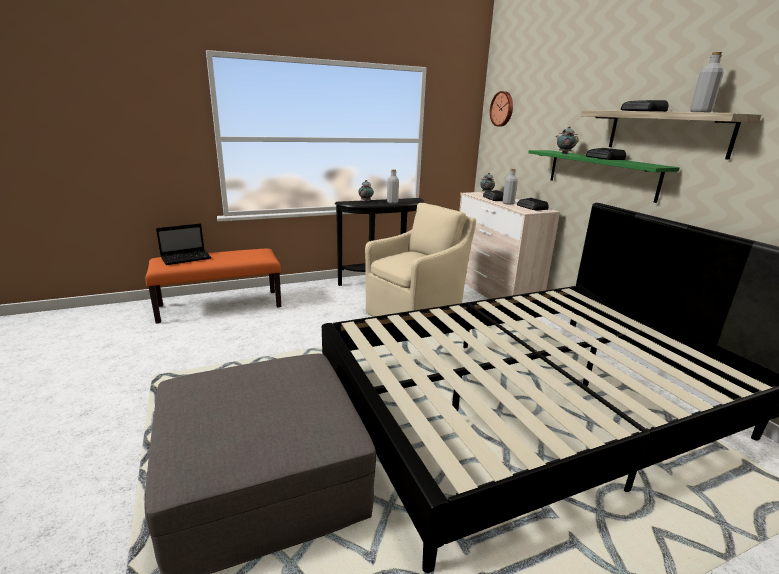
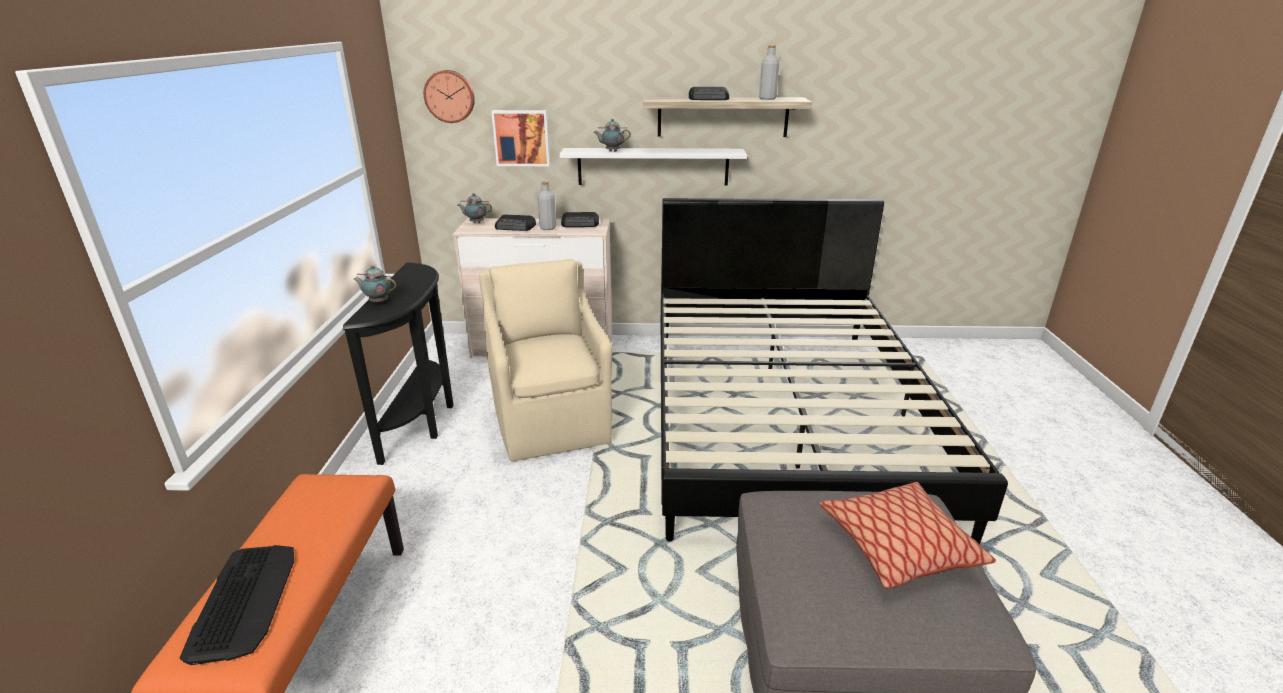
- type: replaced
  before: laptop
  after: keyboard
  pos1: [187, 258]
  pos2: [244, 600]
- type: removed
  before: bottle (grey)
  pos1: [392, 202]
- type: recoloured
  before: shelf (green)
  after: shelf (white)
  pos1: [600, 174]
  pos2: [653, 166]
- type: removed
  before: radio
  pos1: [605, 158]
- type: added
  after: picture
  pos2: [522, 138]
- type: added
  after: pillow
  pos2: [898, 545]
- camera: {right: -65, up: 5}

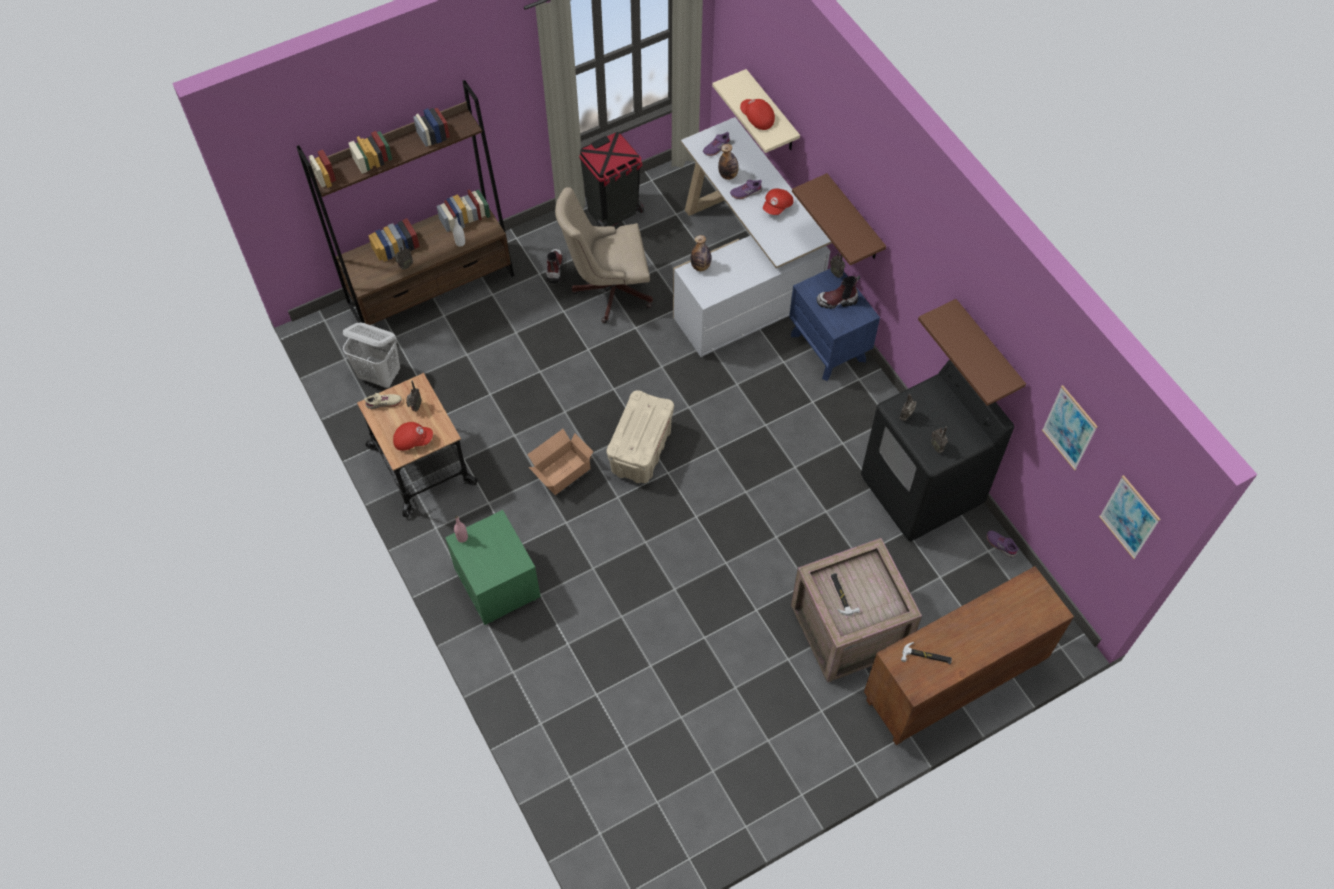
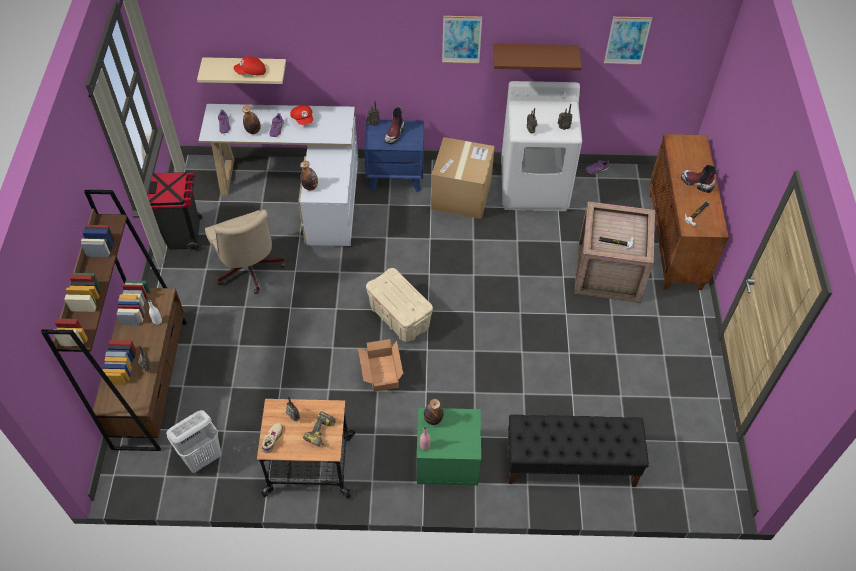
- type: replaced
  before: cap (red)
  after: power drill
  pos1: [413, 440]
  pos2: [323, 434]
- type: moved
  before: boot
  pos1: [554, 268]
  pos2: [696, 183]
- type: turned
  before: office chair (beige)
  pos1: [608, 290]
  pos2: [249, 271]
  turn: -45
- type: removed
  before: shelf (brown)
  pos1: [854, 219]
- type: recoloured
  before: washing machine (black)
  after: washing machine (white)
  pos1: [921, 491]
  pos2: [534, 186]
- type: moved
  before: picture
  pos1: [1129, 517]
  pos2: [461, 39]
- type: added
  after: bottle
  pos2: [433, 419]
- type: added
  after: cardboard box
  pos2: [461, 195]
- type: added
  after: bench (black)
  pos2: [570, 464]
- camera: {right: -60, up: -5}

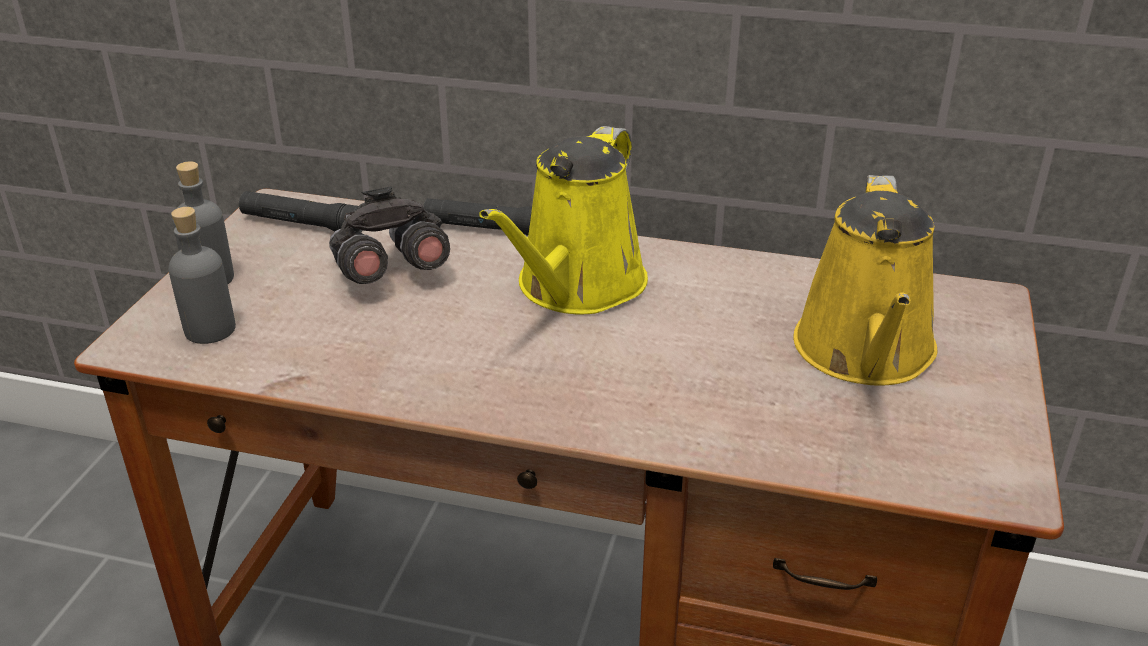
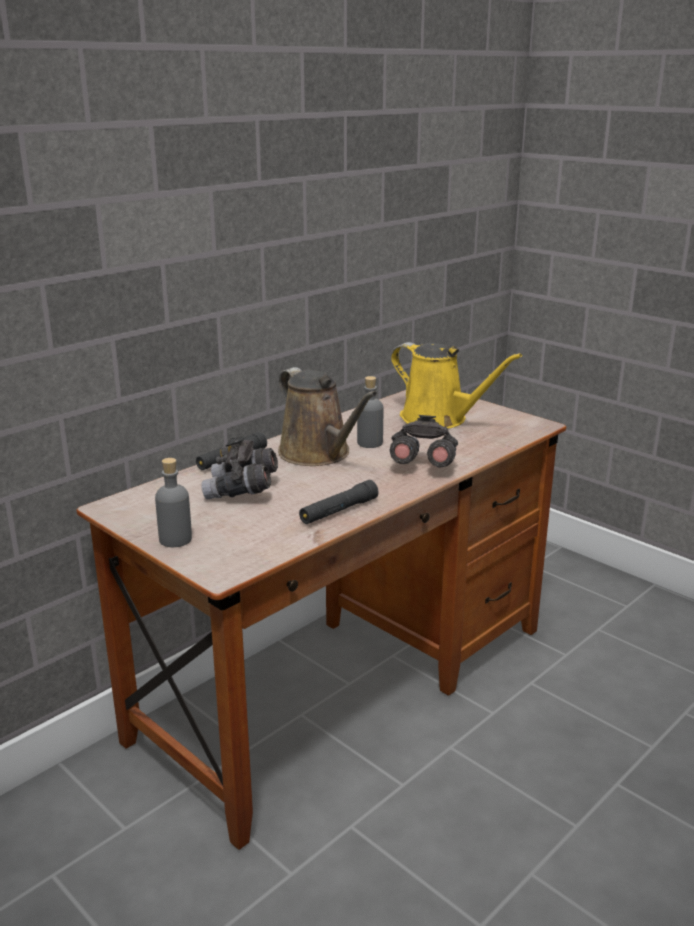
- type: moved
  before: bottle (grey)
  pos1: [210, 330]
  pos2: [369, 443]
- type: moved
  before: flashlight (black)
  pos1: [302, 224]
  pos2: [338, 511]
- type: recoloured
  before: watering can (yellow)
  after: watering can (brown)
  pos1: [576, 287]
  pos2: [318, 454]
- type: added
  after: binoculars (grey)
  pos2: [423, 465]
- camera: {right: -60, up: -10}

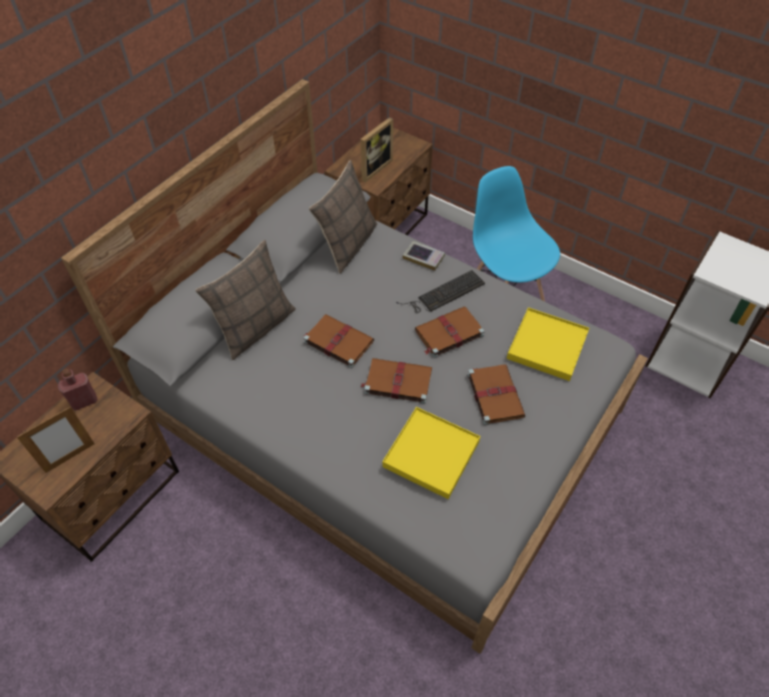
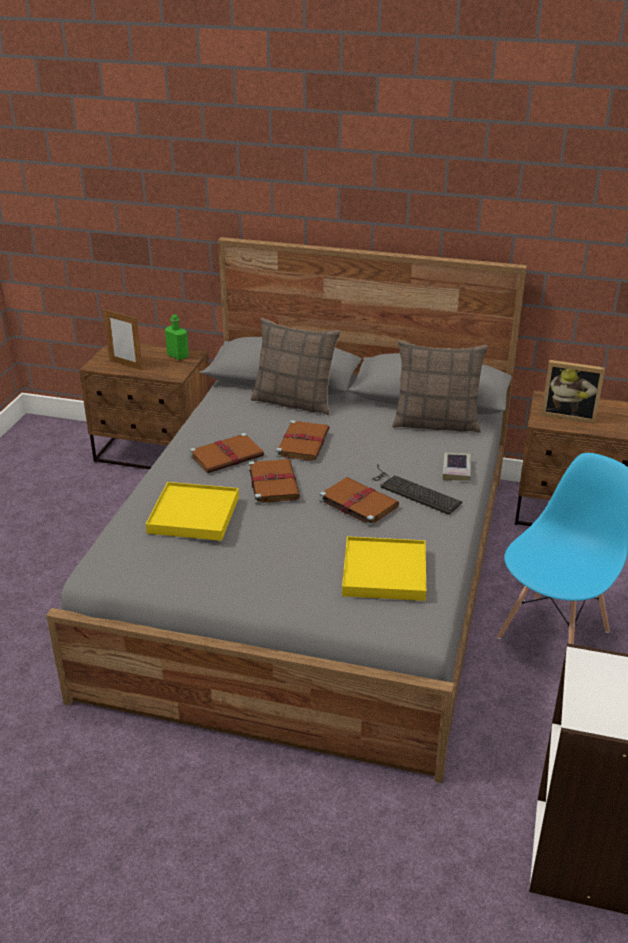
- type: recoloured
  before: bottle (red)
  after: bottle (green)
  pos1: [84, 401]
  pos2: [178, 356]
- type: moved
  before: book (brown)
  pos1: [494, 394]
  pos2: [228, 455]
- camera: {right: 70, up: -20}

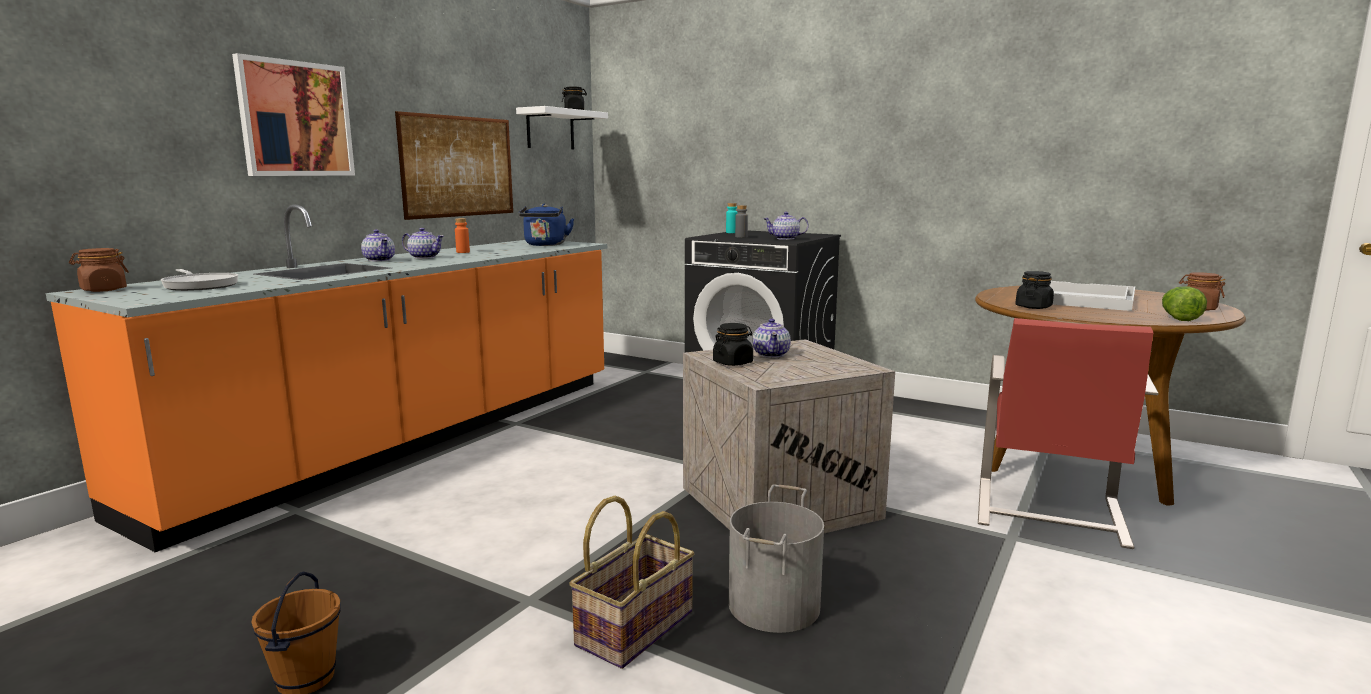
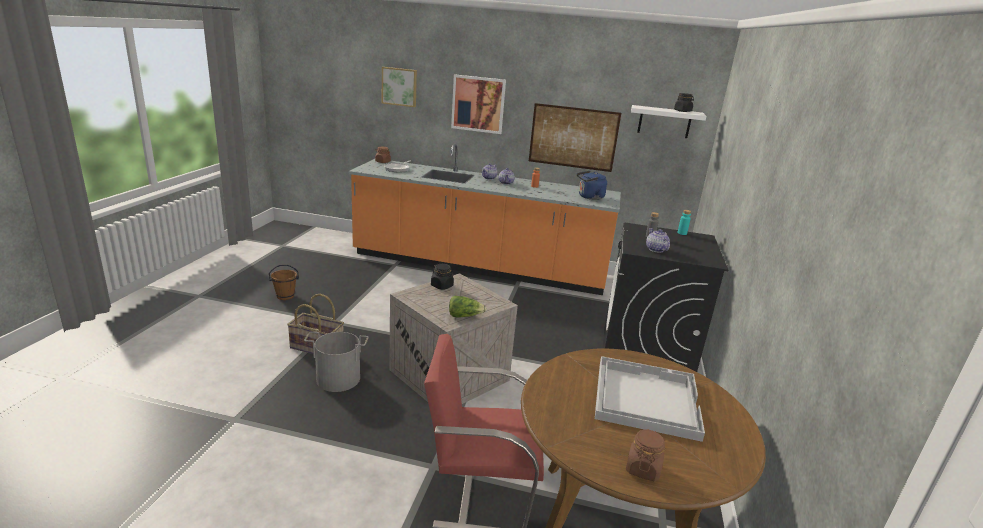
- type: removed
  before: teapot
  pos1: [771, 354]
- type: removed
  before: jar (black)
  pos1: [1033, 307]
- type: moved
  before: lettuce
  pos1: [1178, 318]
  pos2: [464, 316]
- type: added
  after: picture
  pos2: [399, 86]
- camera: {right: 70, up: 10}

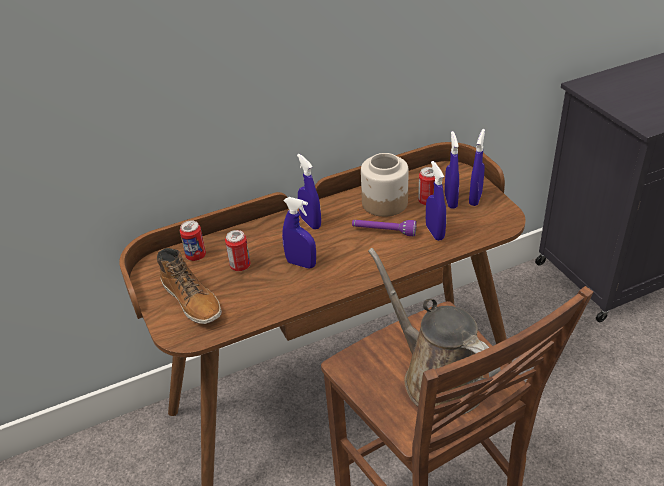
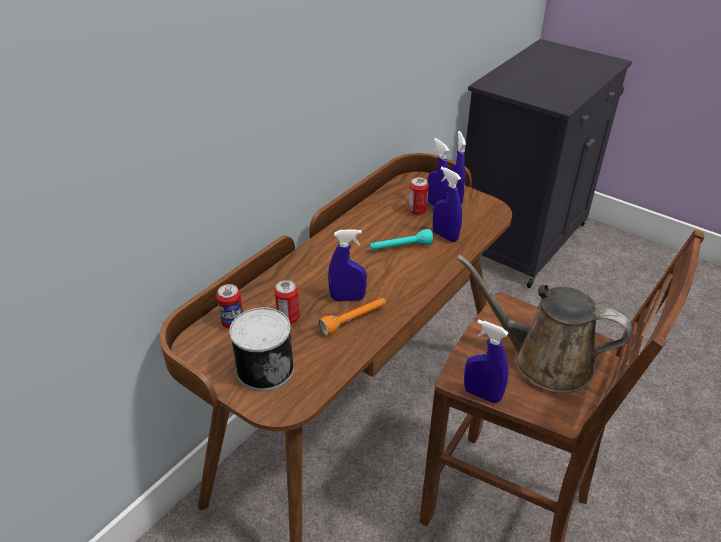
- type: replaced
  before: boot
  after: can
  pos1: [192, 300]
  pos2: [265, 368]
- type: moved
  before: spray bottle (blue)
  pos1: [310, 222]
  pos2: [482, 394]
- type: recoloured
  before: flashlight (purple)
  after: flashlight (turquoise)
  pos1: [383, 232]
  pos2: [400, 247]
- type: removed
  before: jar
  pos1: [385, 203]
- type: added
  after: flashlight (orange)
  pos2: [354, 320]
- camera: {right: -30, up: 0}

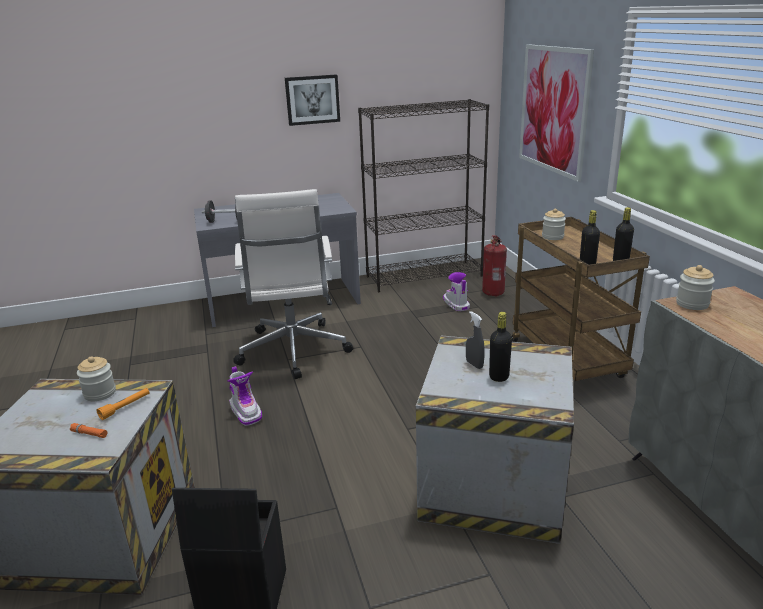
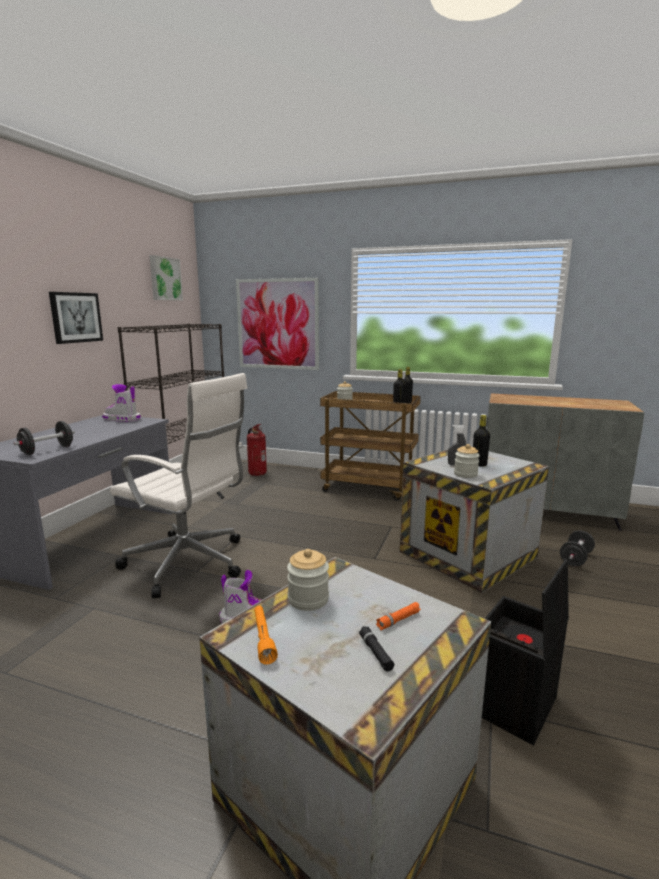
- type: moved
  before: flashlight (orange)
  pos1: [125, 407]
  pos2: [263, 639]
- type: moved
  before: boot
  pos1: [456, 304]
  pos2: [122, 419]
- type: moved
  before: jar
  pos1: [692, 304]
  pos2: [465, 474]
- type: added
  after: picture
  pos2: [164, 279]
- type: added
  after: flashlight (black)
  pos2: [375, 652]
- type: added
  after: dumbbell (black)
  pos2: [575, 558]
- camera: {right: -55, up: -10}

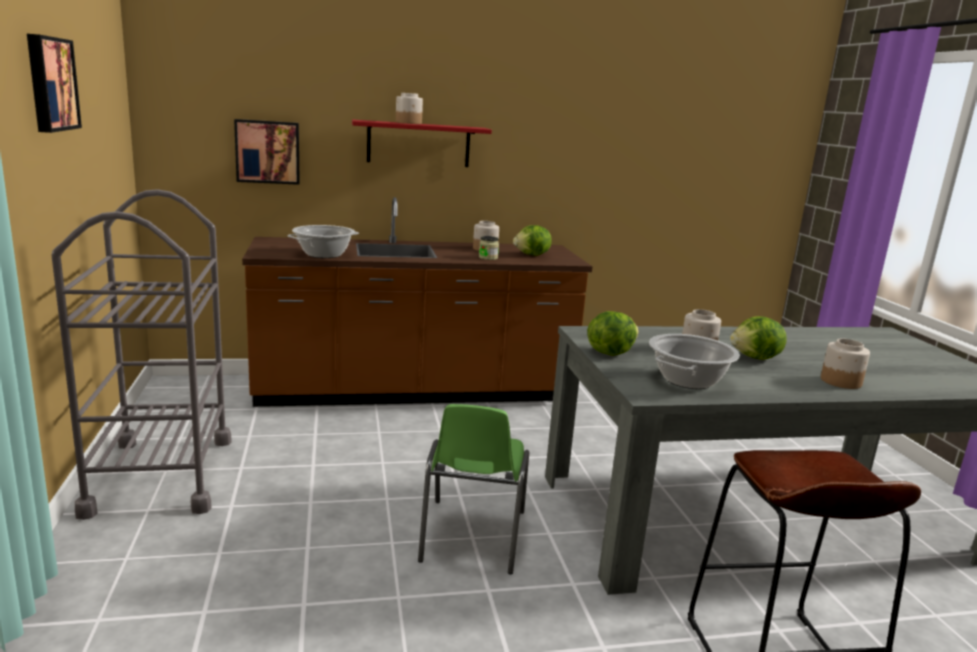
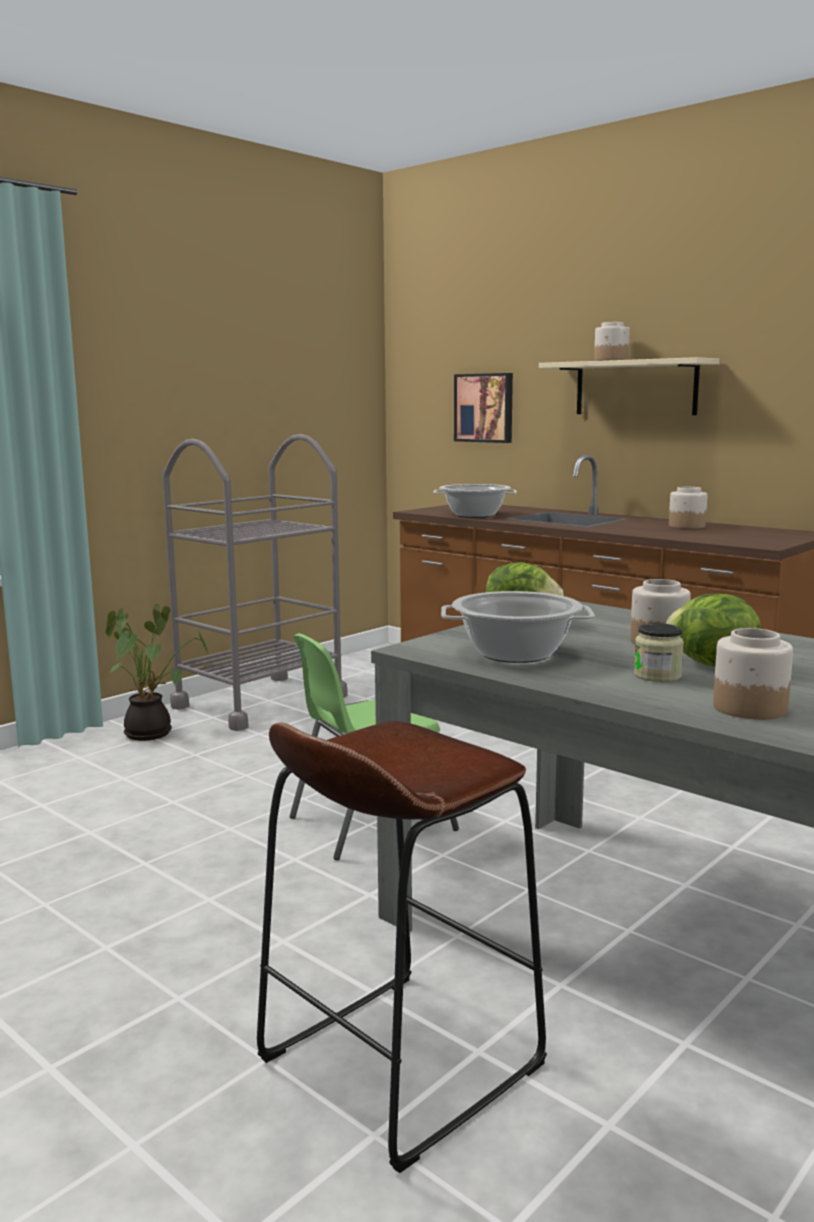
- type: removed
  before: picture
  pos1: [50, 84]
- type: recoloured
  before: shelf (red)
  after: shelf (beige)
  pos1: [418, 144]
  pos2: [635, 388]
- type: moved
  before: jar
  pos1: [488, 258]
  pos2: [657, 676]
- type: removed
  before: lettuce
  pos1: [532, 255]
- type: added
  after: potted plant
  pos2: [152, 733]
- camera: {right: 55, up: -5}

